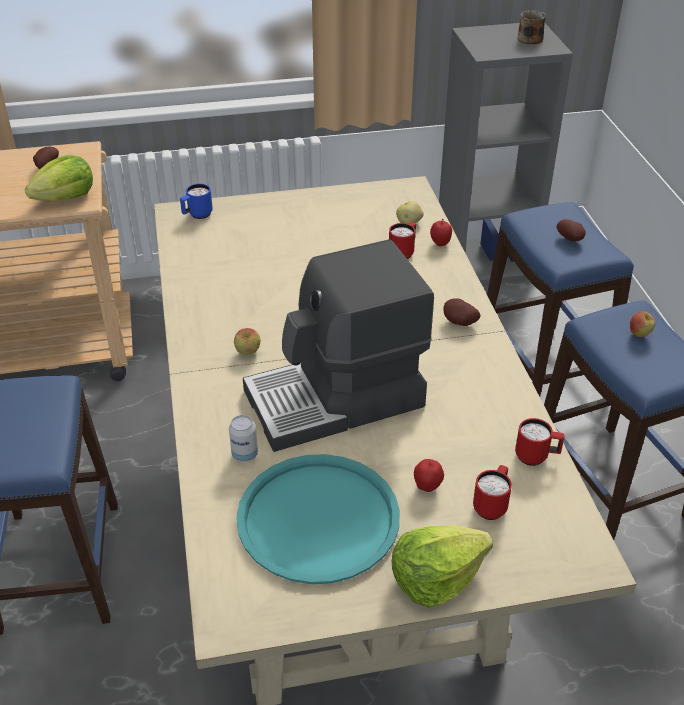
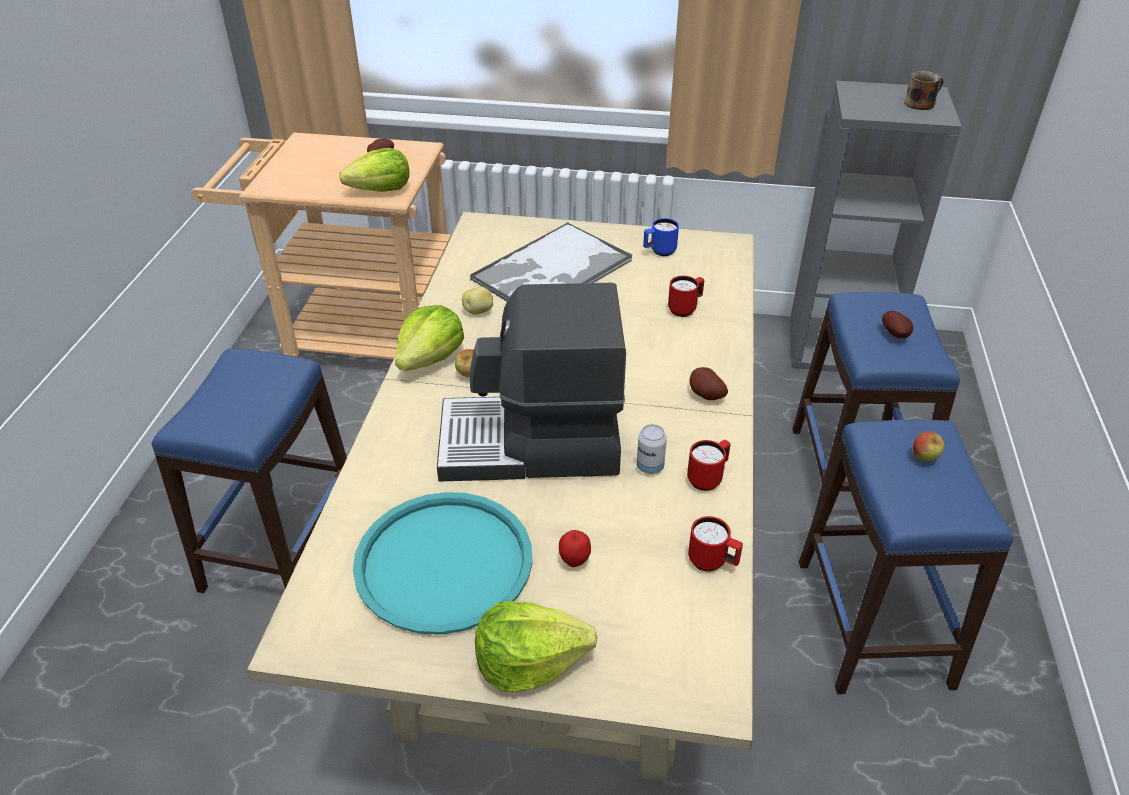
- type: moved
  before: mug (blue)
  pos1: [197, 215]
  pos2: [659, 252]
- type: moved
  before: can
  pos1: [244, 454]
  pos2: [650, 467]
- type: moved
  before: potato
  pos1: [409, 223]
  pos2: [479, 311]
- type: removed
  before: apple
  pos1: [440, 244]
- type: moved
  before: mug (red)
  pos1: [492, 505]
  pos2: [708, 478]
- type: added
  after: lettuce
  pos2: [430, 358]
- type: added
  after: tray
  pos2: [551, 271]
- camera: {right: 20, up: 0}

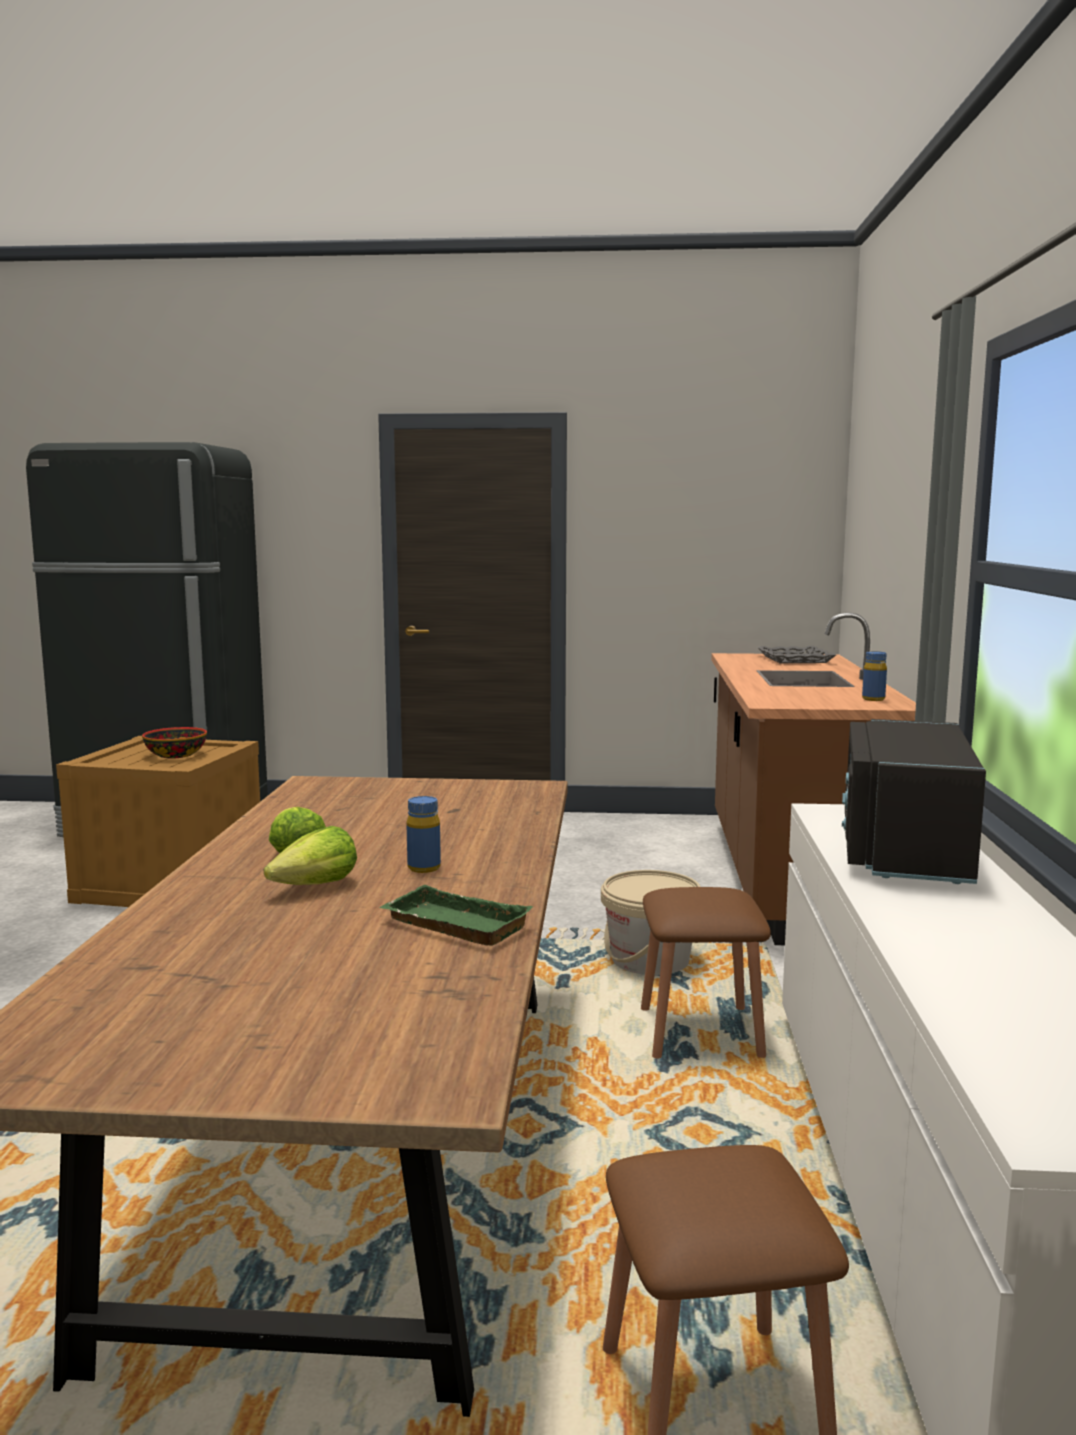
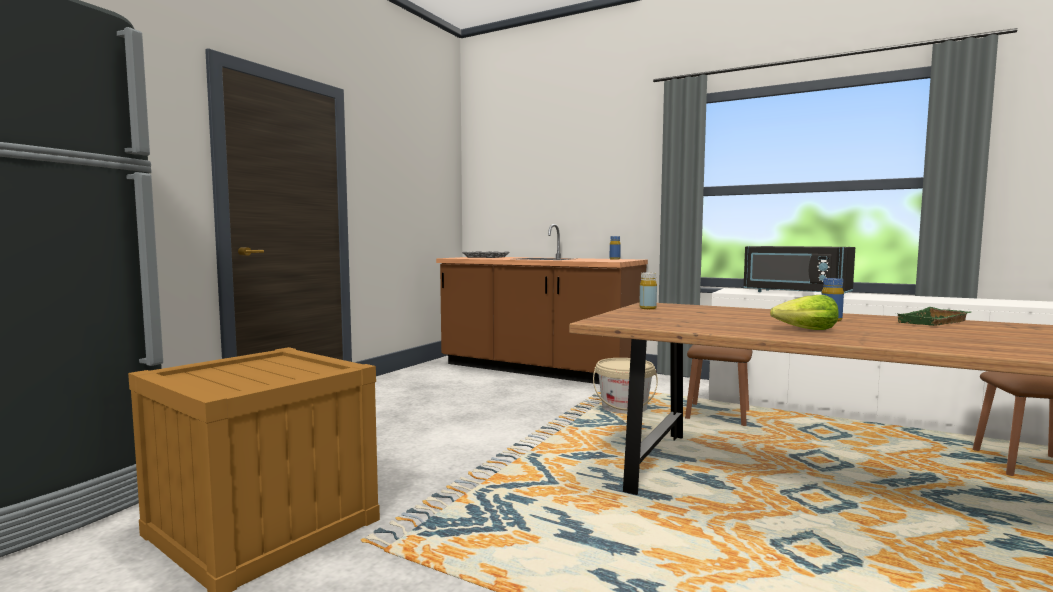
- type: removed
  before: bowl
  pos1: [176, 755]
- type: removed
  before: lettuce
  pos1: [316, 886]
- type: added
  after: bottle (yellow)
  pos2: [647, 308]
- camera: {right: -65, up: -5}

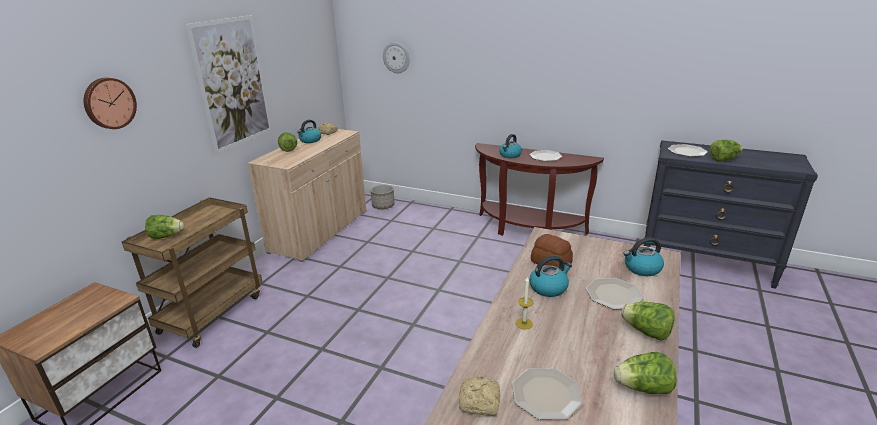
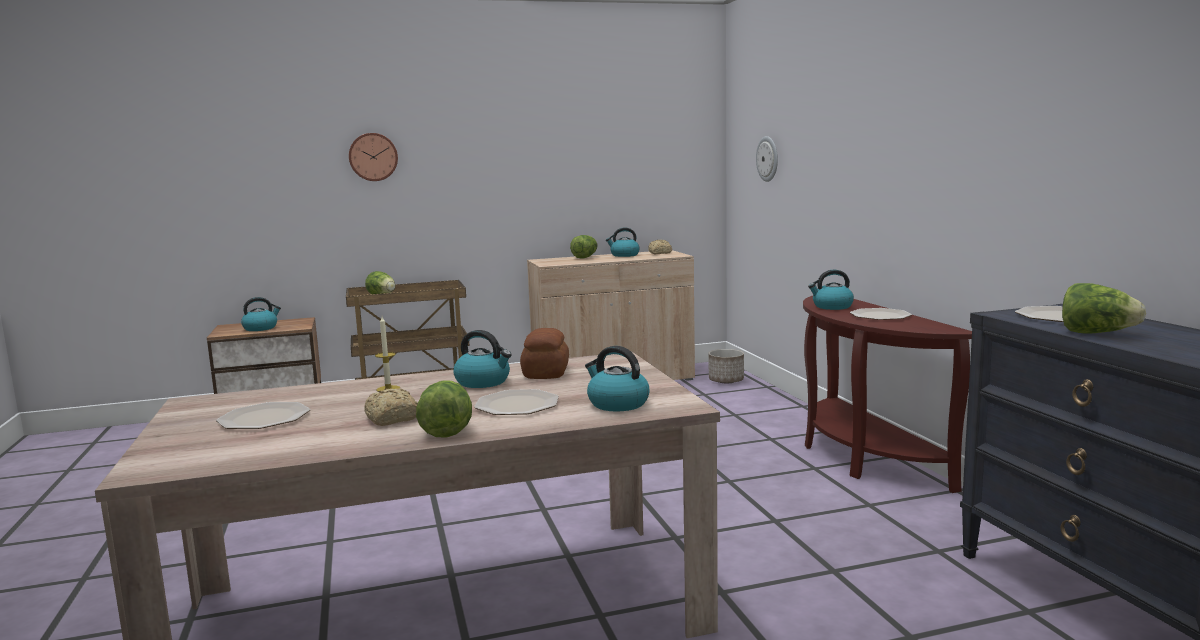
- type: removed
  before: picture
  pos1: [233, 83]
- type: moved
  before: bread
  pos1: [481, 403]
  pos2: [391, 419]
- type: removed
  before: lettuce
  pos1: [643, 388]
- type: added
  after: kettle
  pos2: [261, 328]
- camera: {right: 50, up: -15}

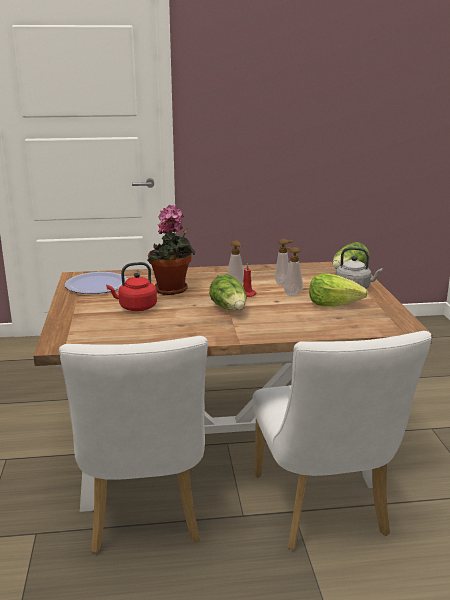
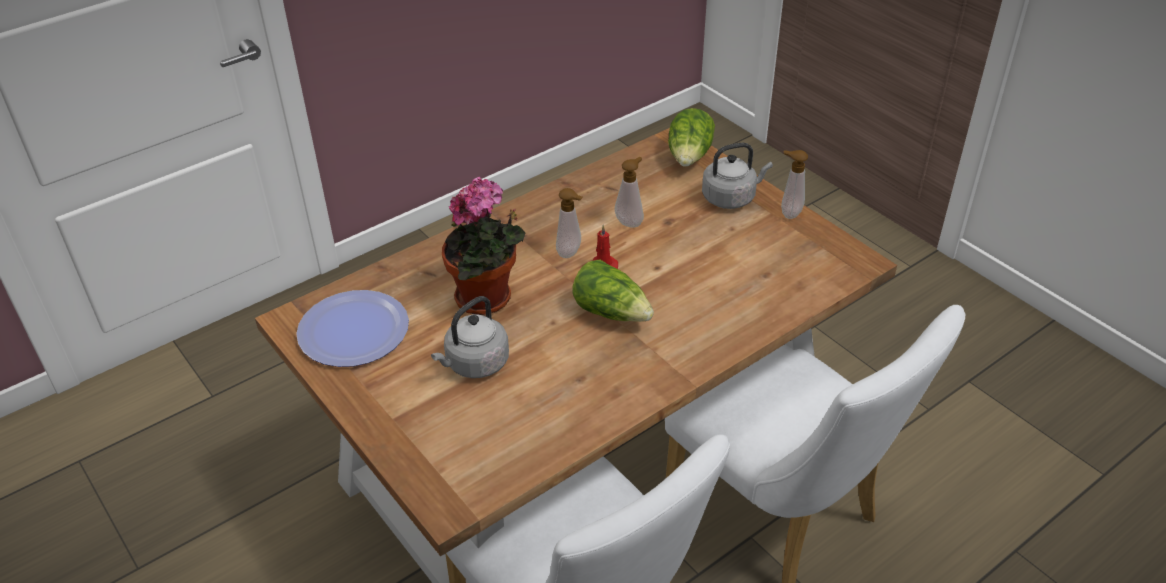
- type: recoloured
  before: kettle (red)
  after: kettle (grey)
  pos1: [135, 307]
  pos2: [475, 364]
- type: moved
  before: soap dispenser
  pos1: [292, 294]
  pos2: [788, 213]
- type: removed
  before: lettuce
  pos1: [334, 304]
- camera: {right: -30, up: 20}

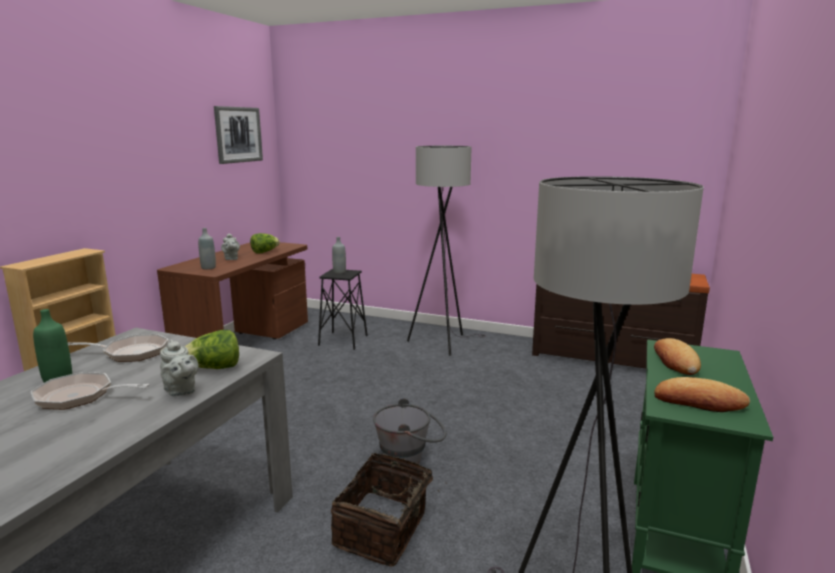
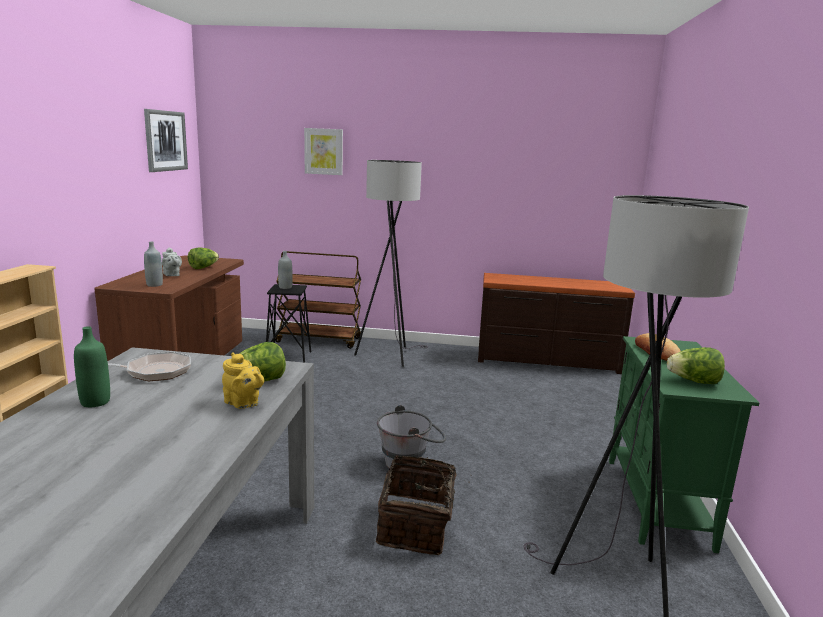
- type: removed
  before: frying pan
  pos1: [80, 396]
- type: recoloured
  before: teapot (grey)
  after: teapot (yellow)
  pos1: [180, 391]
  pos2: [243, 404]
- type: replaced
  before: bread
  after: lettuce
  pos1: [699, 402]
  pos2: [694, 381]
- type: added
  after: cart (brown)
  pos2: [319, 340]
- type: added
  after: picture
  pos2: [324, 151]
- camera: {right: -15, up: 0}

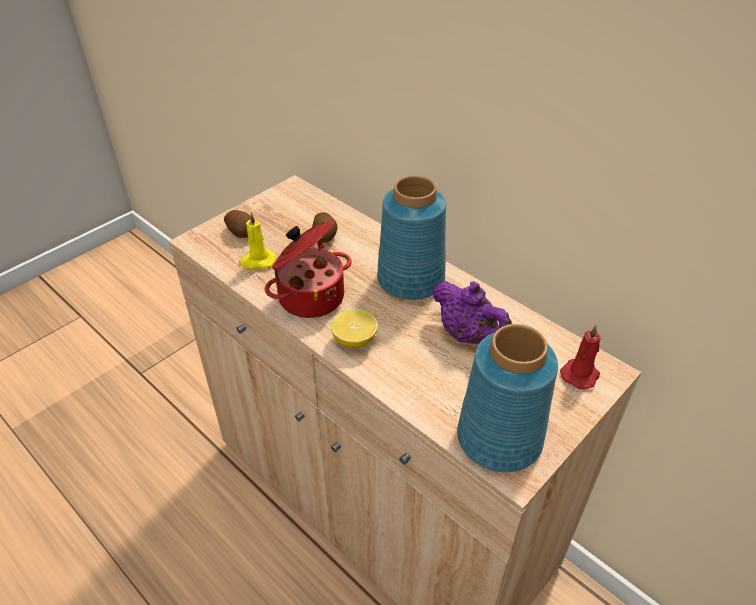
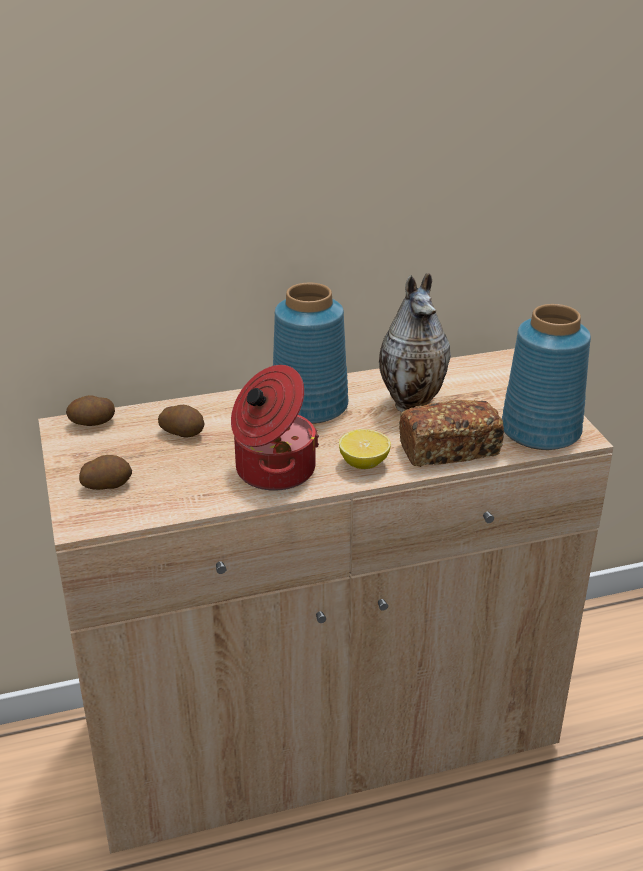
- type: removed
  before: candle (yellow)
  pos1: [257, 261]
- type: replaced
  before: teapot (purple)
  after: vase
  pos1: [468, 335]
  pos2: [413, 403]
- type: removed
  before: candle (red)
  pos1: [580, 373]
- type: added
  after: potato
  pos2: [92, 423]
- type: added
  after: bread
  pos2: [449, 449]
- camera: {right: -60, up: -10}

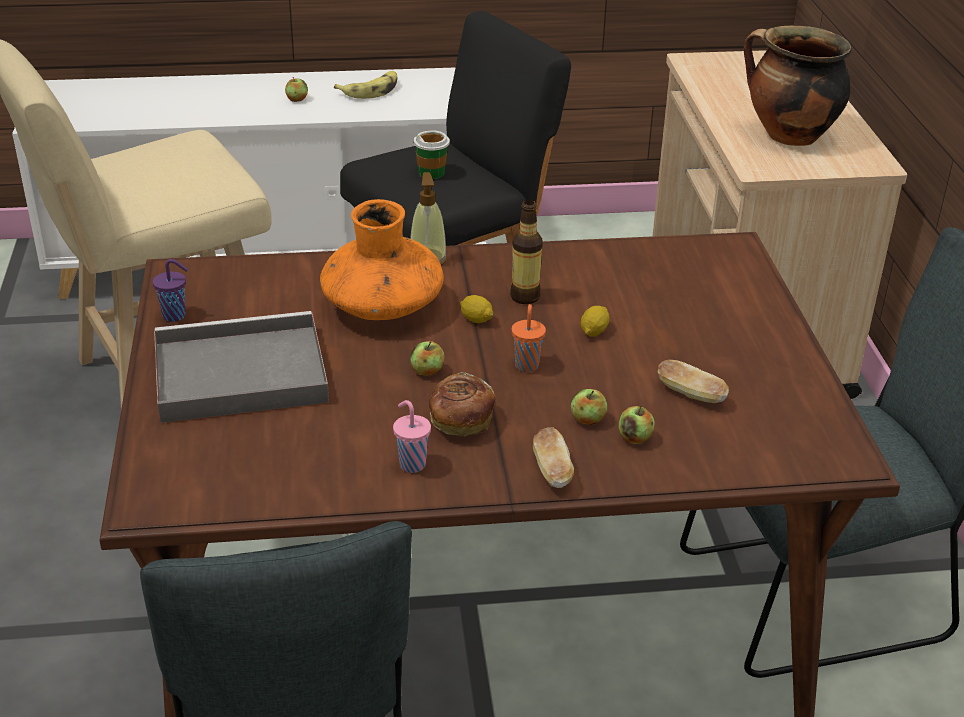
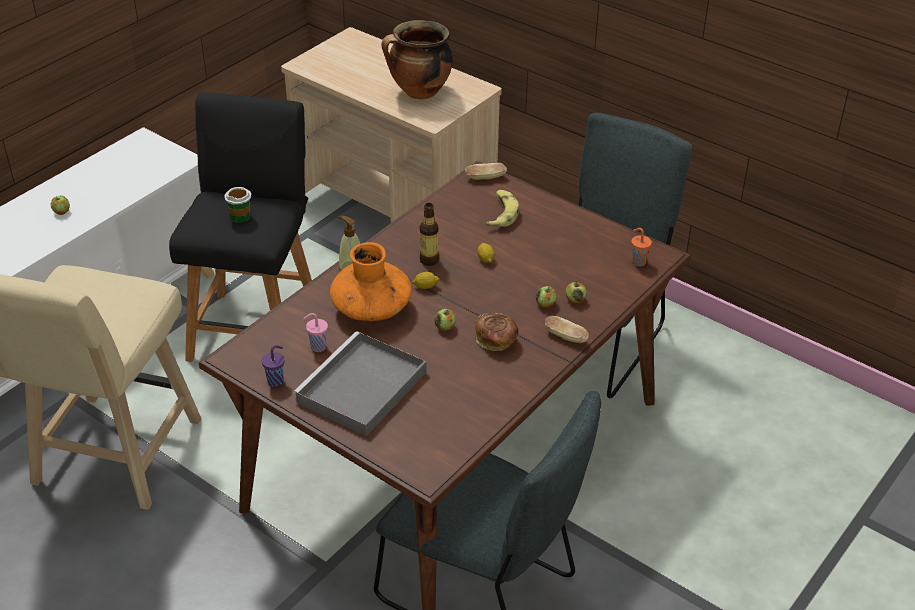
- type: moved
  before: banana
  pos1: [371, 90]
  pos2: [501, 213]
- type: moved
  before: cup (pink)
  pos1: [411, 464]
  pos2: [317, 347]
- type: moved
  before: cup (orange)
  pos1: [527, 364]
  pos2: [638, 262]
- type: moved
  before: bread
  pos1: [690, 395]
  pos2: [485, 178]
- camera: {right: -45, up: 5}

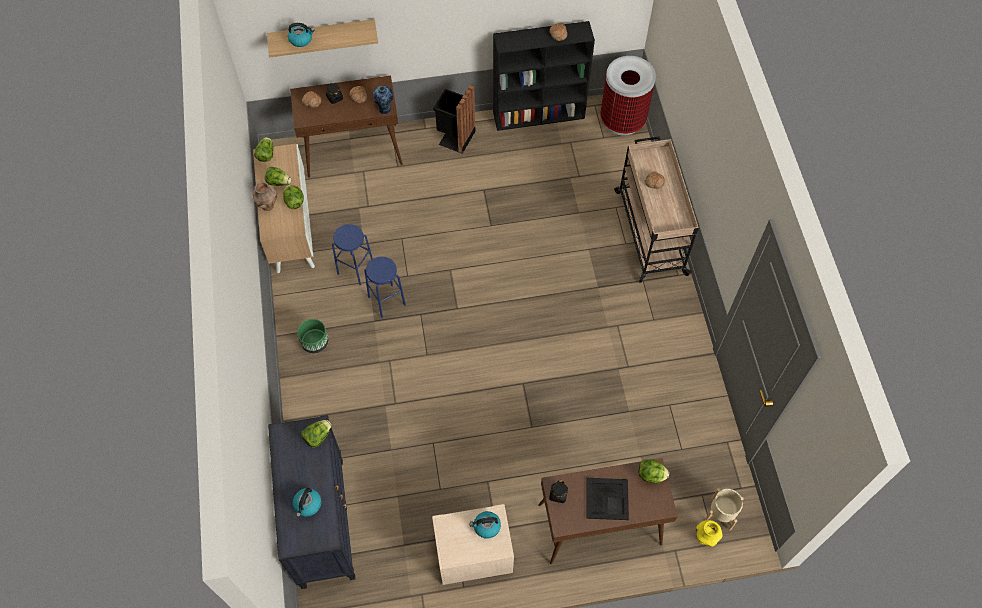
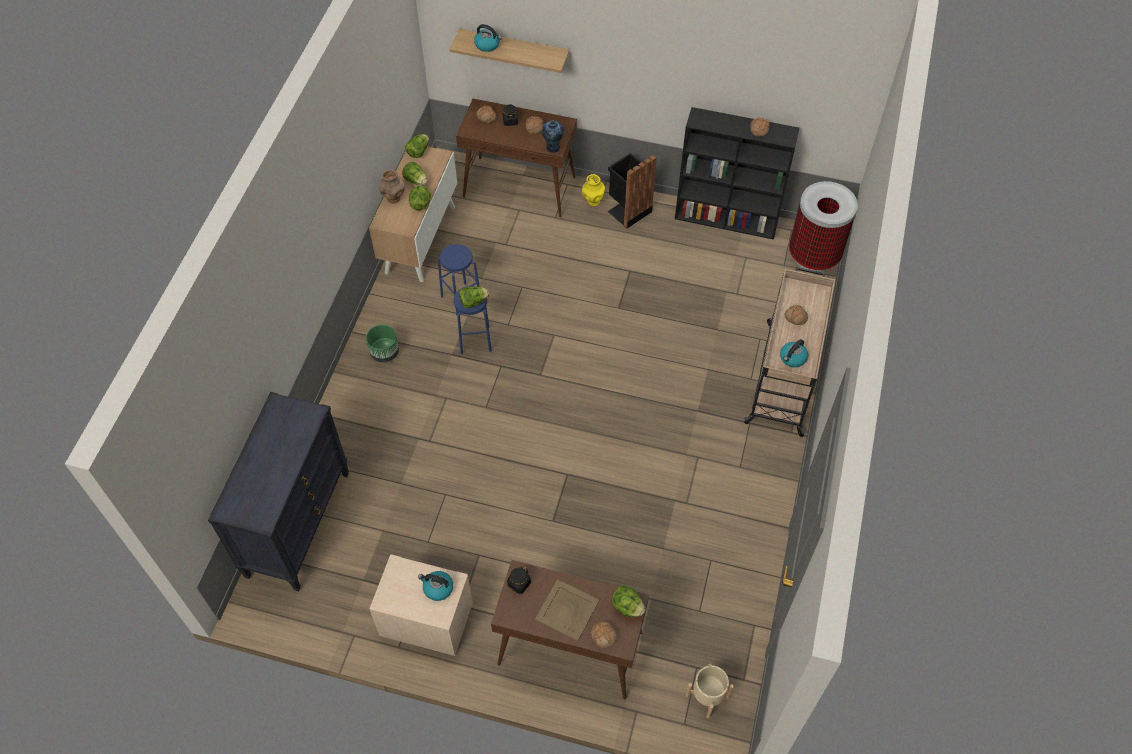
- type: moved
  before: kettle
  pos1: [307, 505]
  pos2: [792, 358]
- type: moved
  before: lettuce
  pos1: [317, 436]
  pos2: [473, 302]
- type: recoloured
  before: tray (black)
  after: tray (beige)
  pos1: [606, 498]
  pos2: [567, 609]
- type: moved
  before: vase (yellow)
  pos1: [705, 538]
  pos2: [593, 201]
- type: added
  after: bread
  pos2: [604, 636]
- camera: {right: 25, up: -5}

